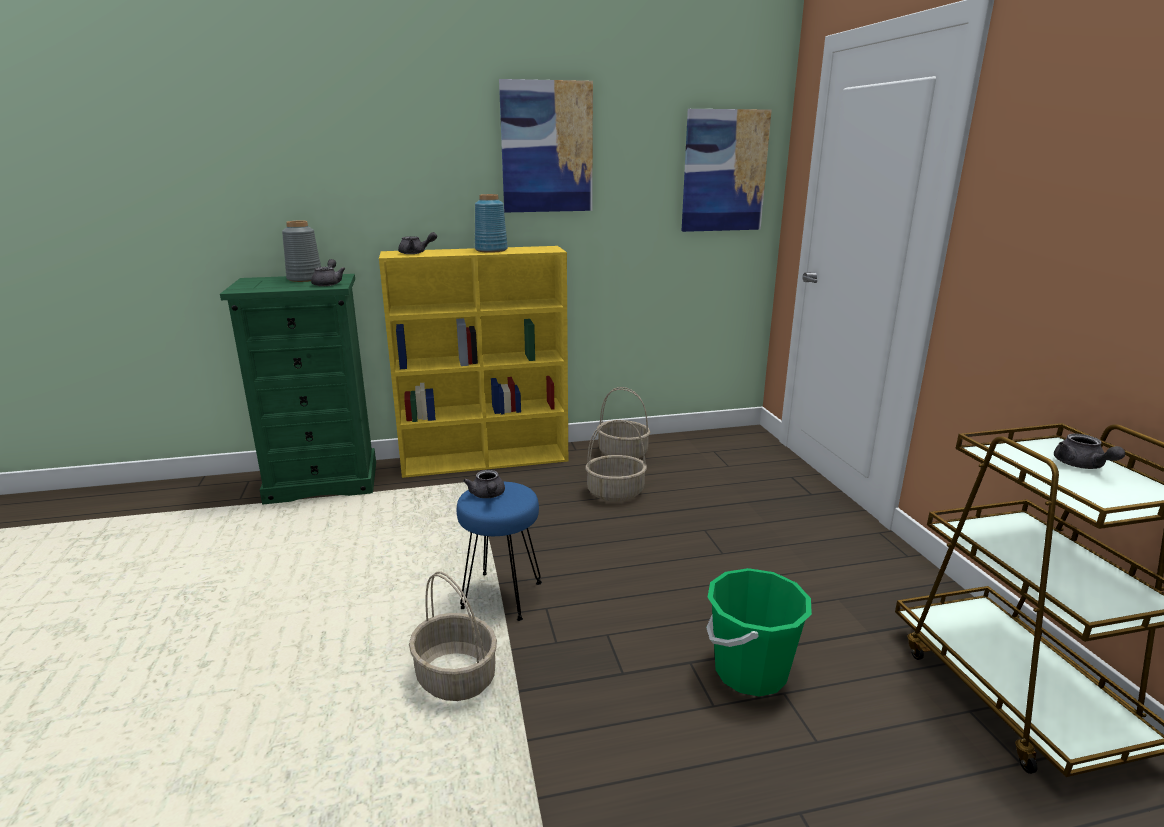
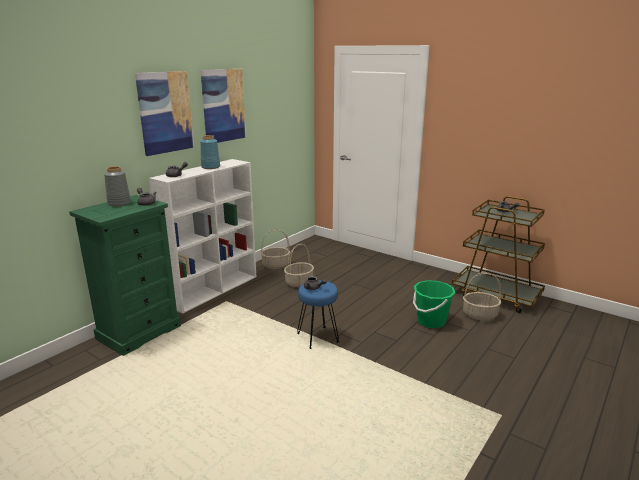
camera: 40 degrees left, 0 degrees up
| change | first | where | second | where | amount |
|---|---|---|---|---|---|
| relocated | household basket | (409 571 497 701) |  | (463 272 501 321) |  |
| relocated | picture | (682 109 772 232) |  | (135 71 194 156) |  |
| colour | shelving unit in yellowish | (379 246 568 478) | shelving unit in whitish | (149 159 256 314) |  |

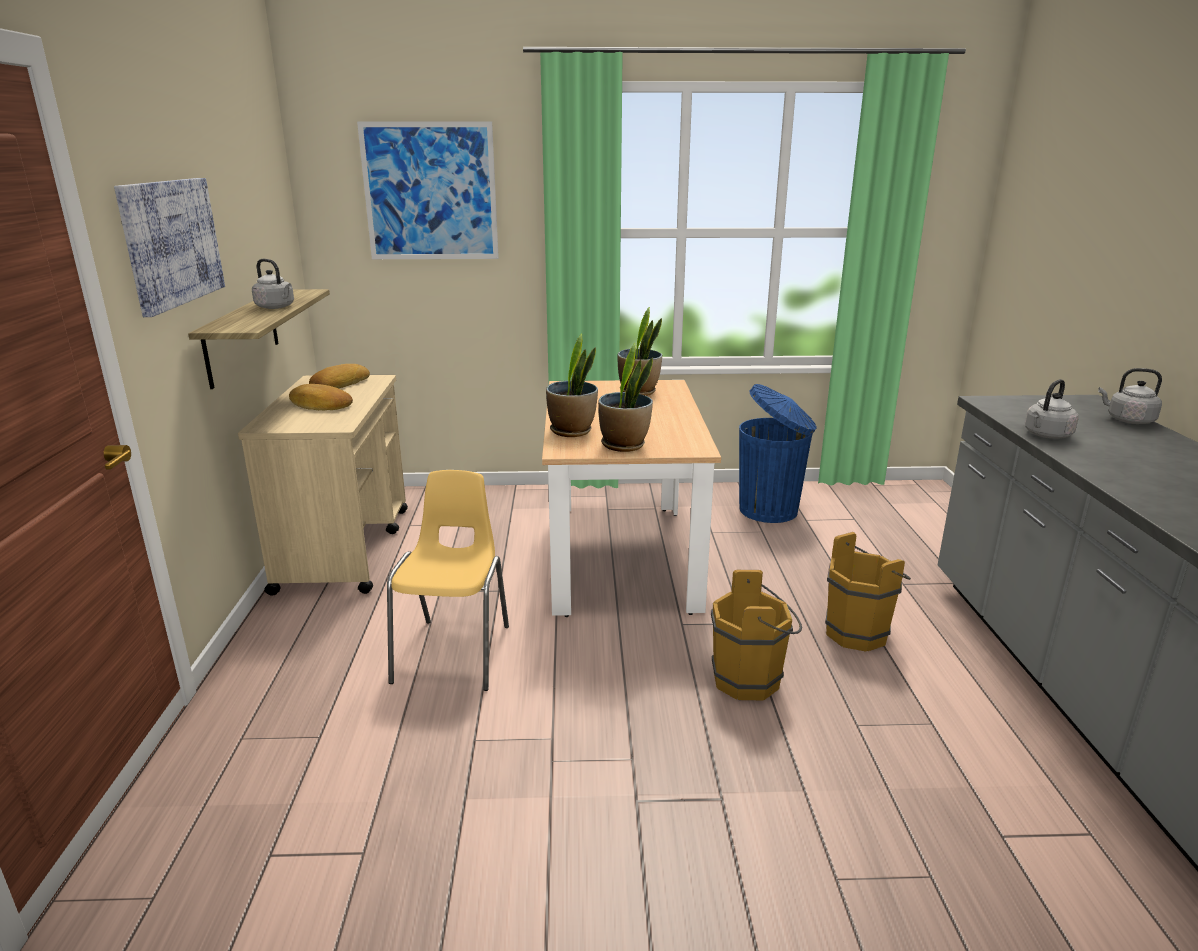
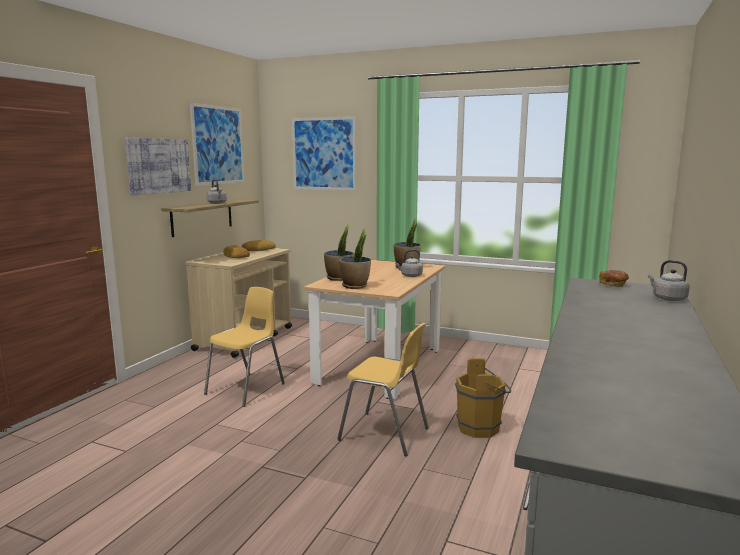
camera: 25 degrees right, 10 degrees down
| change | first | where | second | where | amount |
|---|---|---|---|---|---|
| missing | trash can in bluish | (739 384 817 523) |  |  |  |
| appeared |  |  | picture | (190 103 245 186) |  |
| appeared |  |  | baked bread | (599 270 629 287) |  |
| relocated | water kettle in greyish | (1025 379 1079 439) |  | (395 250 423 277) |  |
| exchanged | bucket in brown-coloured | (711 570 802 701) | plain chair in yellowish | (337 323 429 456) |  |

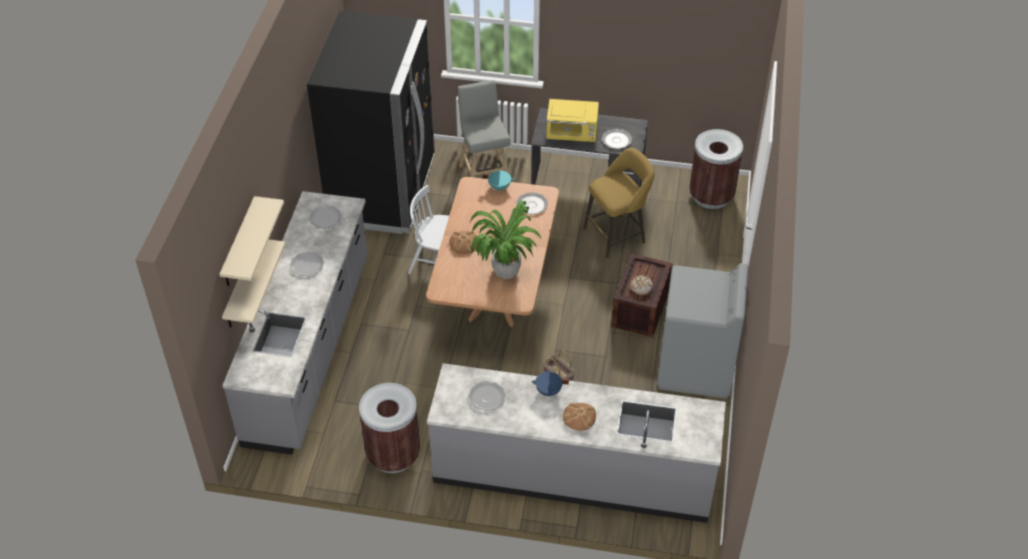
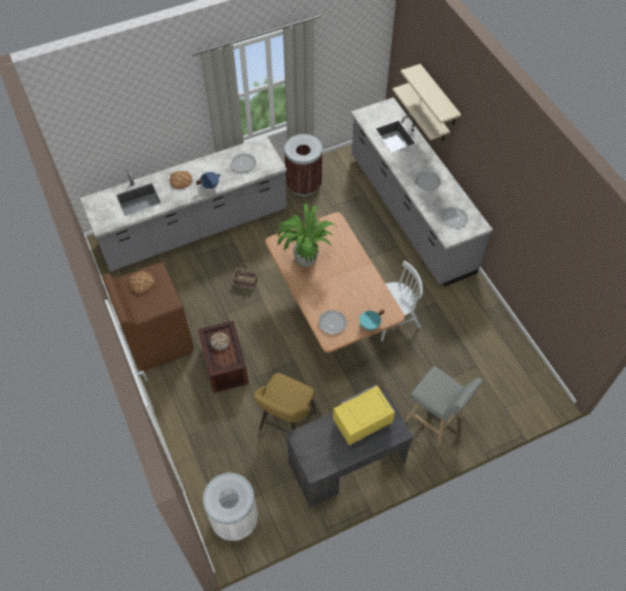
camera: 145 degrees right, 10 degrees up
| change | first | where | second | where | amount |
|---|---|---|---|---|---|
| missing | fridge in blackish | (307 11 435 234) |  |  |  |
| missing | dinner plate | (602 129 632 149) |  |  |  |
| relocated | baked bread | (449 231 478 254) |  | (129 271 155 294) |  |
| colour | laundry appliance in greyish | (657 263 749 399) | laundry appliance in brown-coloured | (102 262 194 371) |  |
| colour | trash can in brown-coloured | (689 129 743 209) | trash can in whitish | (203 473 258 541) |  |

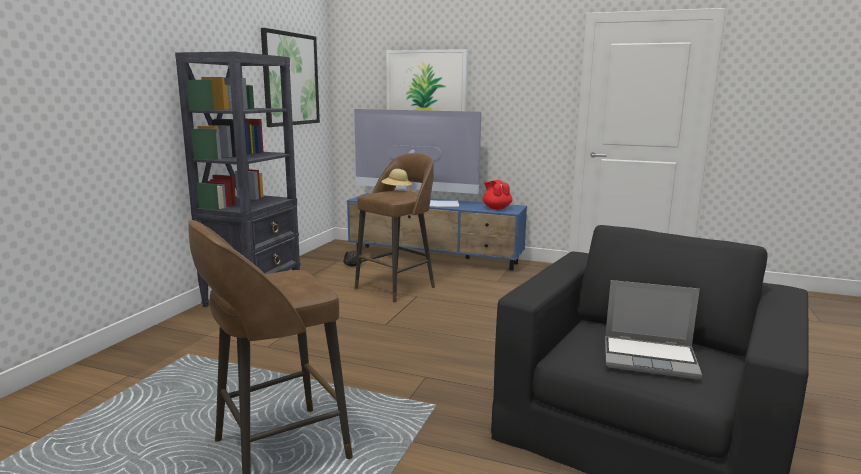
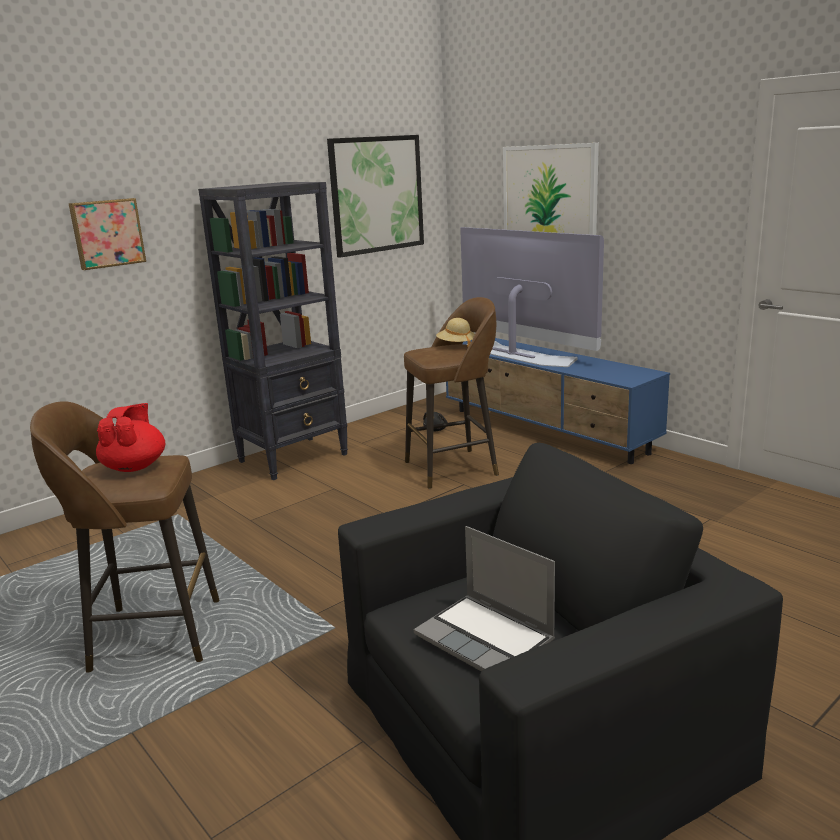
camera: 30 degrees right, 5 degrees up
| change | first | where | second | where | amount |
|---|---|---|---|---|---|
| appeared |  |  | picture | (68 198 146 270) |  |
| relocated | pot for tea in red | (483 180 513 210) |  | (96 403 166 472) |  |

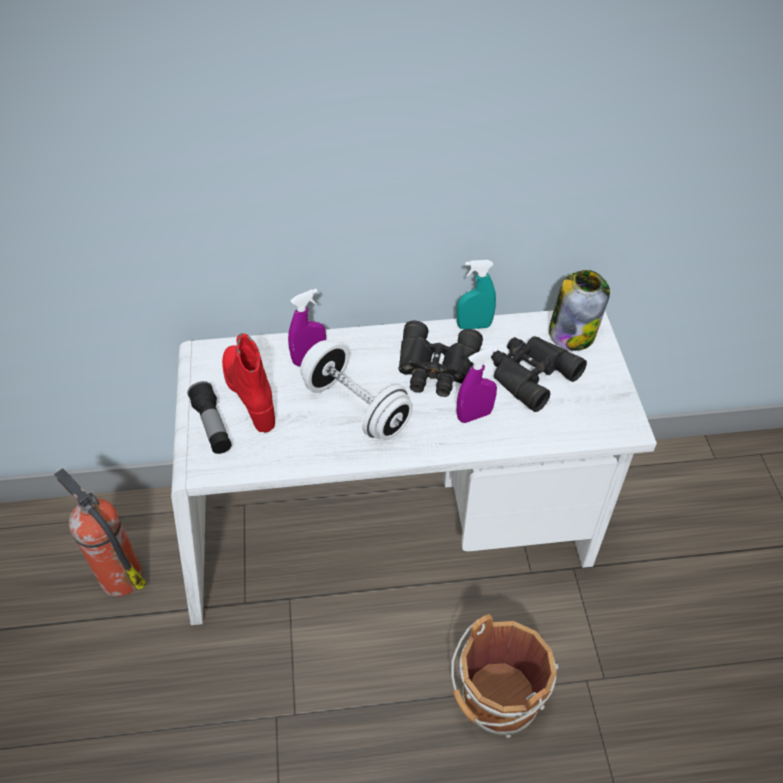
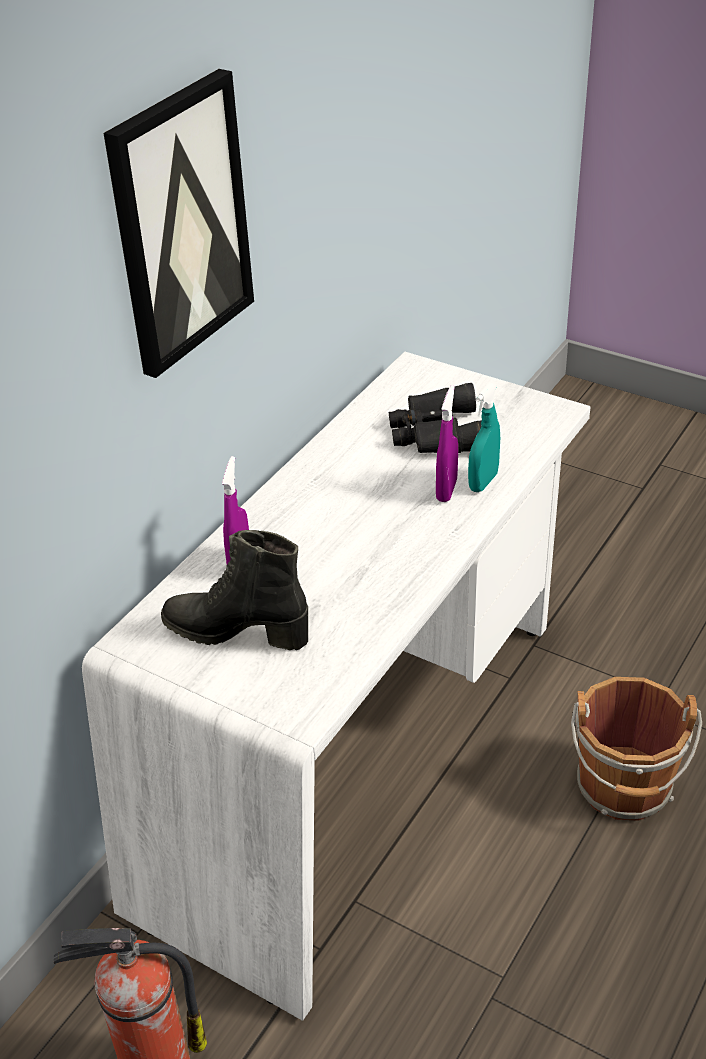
camera: 50 degrees left, 10 degrees down
| change | first | where | second | where | amount |
|---|---|---|---|---|---|
| missing | torch | (187 381 232 454) |  |  |  |
| missing | free weight in whitish | (300 340 413 440) |  |  |  |
| missing | pair of binoculars in blackish | (398 320 483 397) |  |  |  |
| missing | jar | (549 270 610 351) |  |  |  |
| appeared |  |  | picture | (103 69 254 378) |  |
| relocated | hand sprayer in turquoise | (457 260 496 329) |  | (468 383 500 492) |  |
| colour | boot in red | (222 333 275 433) | boot in blackish | (161 530 308 650) |  |

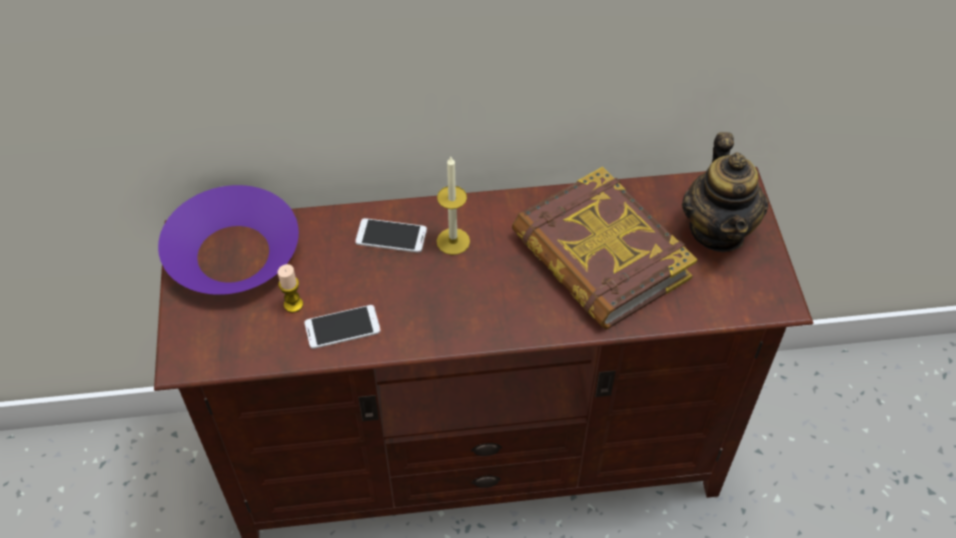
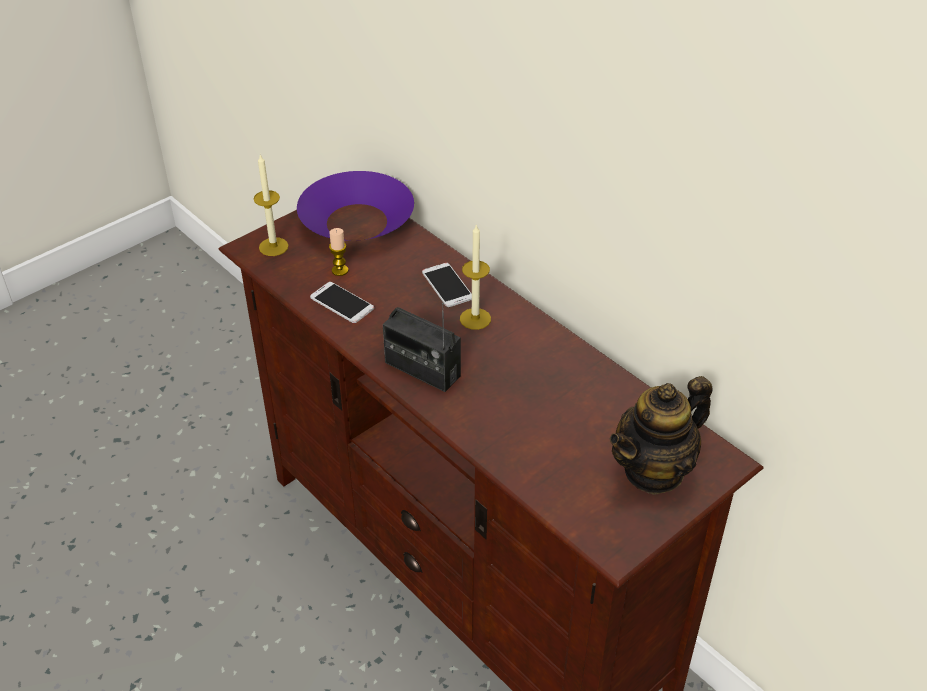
camera: 55 degrees right, 10 degrees down
| change | first | where | second | where | amount |
|---|---|---|---|---|---|
| missing | bound book | (512 167 697 330) |  |  |  |
| appeared |  |  | wax candle | (254 154 289 256) |  |
| appeared |  |  | radio receiver | (383 303 461 392) |  |

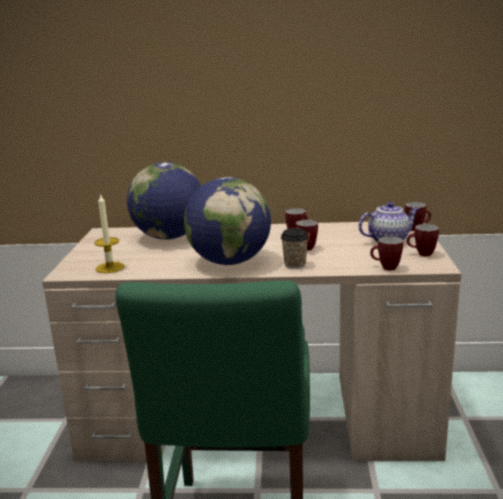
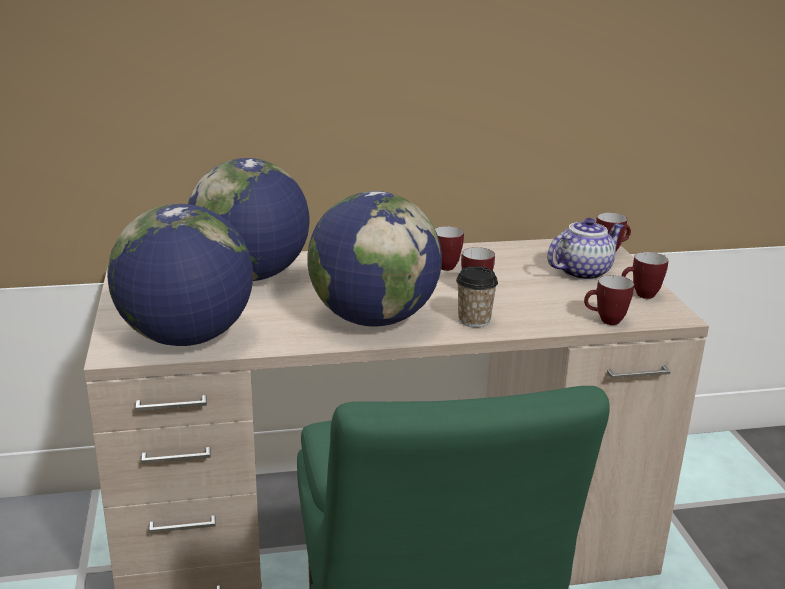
camera: 15 degrees left, 5 degrees up
| change | first | where | second | where | amount |
|---|---|---|---|---|---|
| exchanged | wax candle | (94 193 124 273) | world globe | (107 204 253 346) |  |

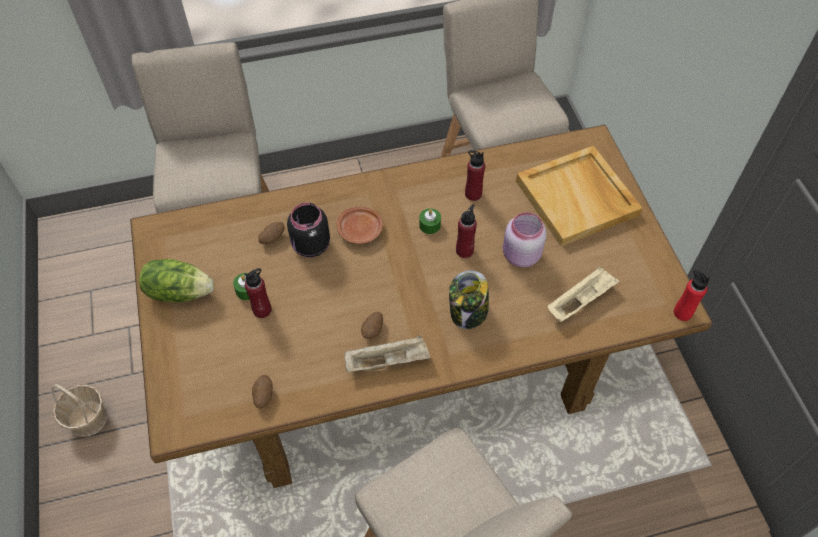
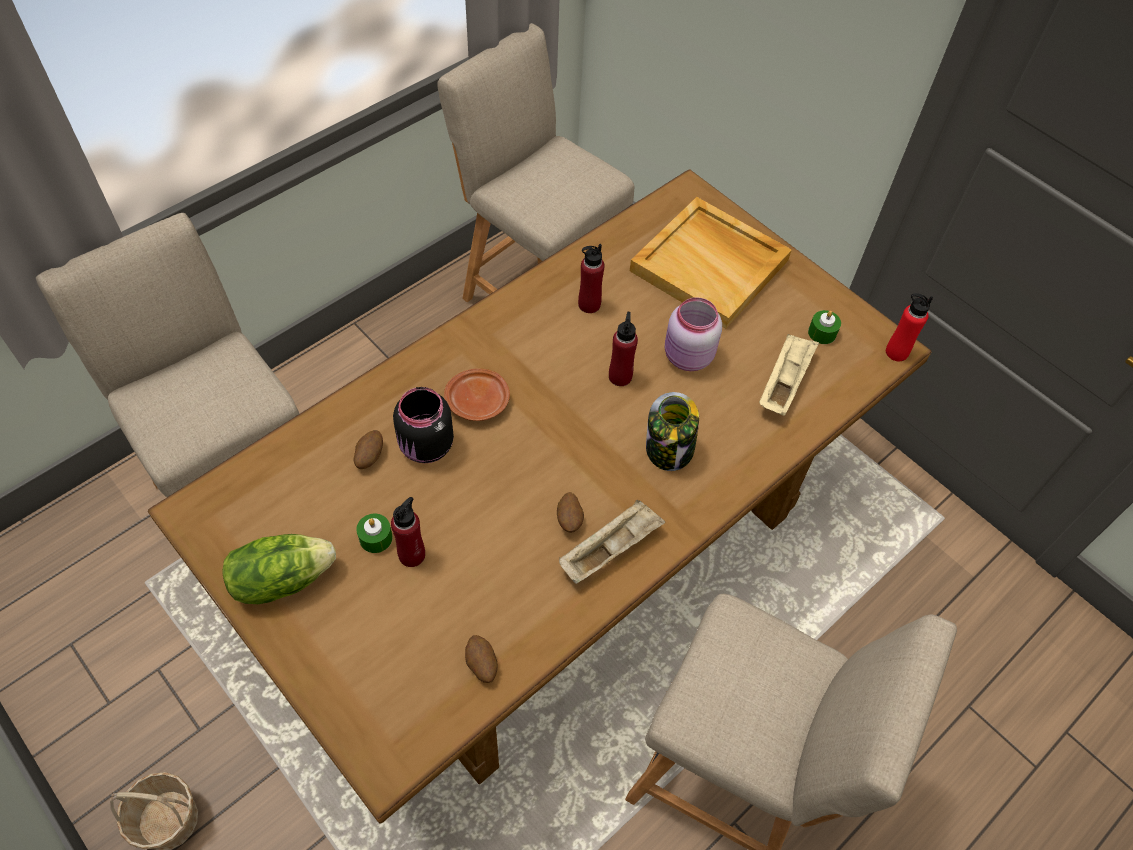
camera: 30 degrees left, 0 degrees up
| change | first | where | second | where | amount |
|---|---|---|---|---|---|
| relocated | wax candle in green | (419 208 441 234) |  | (808 310 841 344) |  |

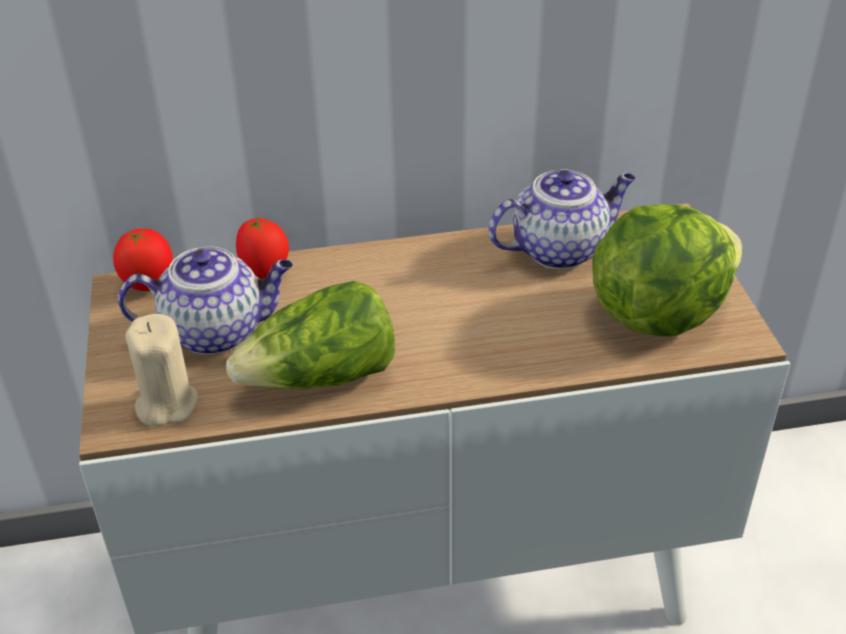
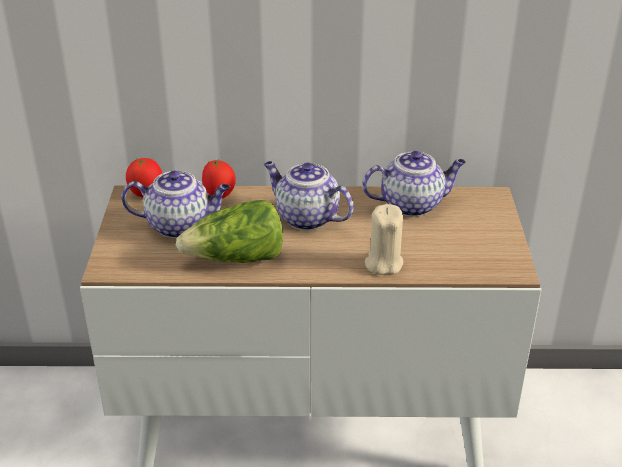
camera: 10 degrees right, 5 degrees down
| change | first | where | second | where | amount |
|---|---|---|---|---|---|
| missing | lettuce head | (592 204 742 336) |  |  |  |
| appeared |  |  | pot for tea | (264 161 354 231) |  |
| relocated | wax candle in sand-coloured | (125 314 198 427) |  | (365 204 403 275) |  |

